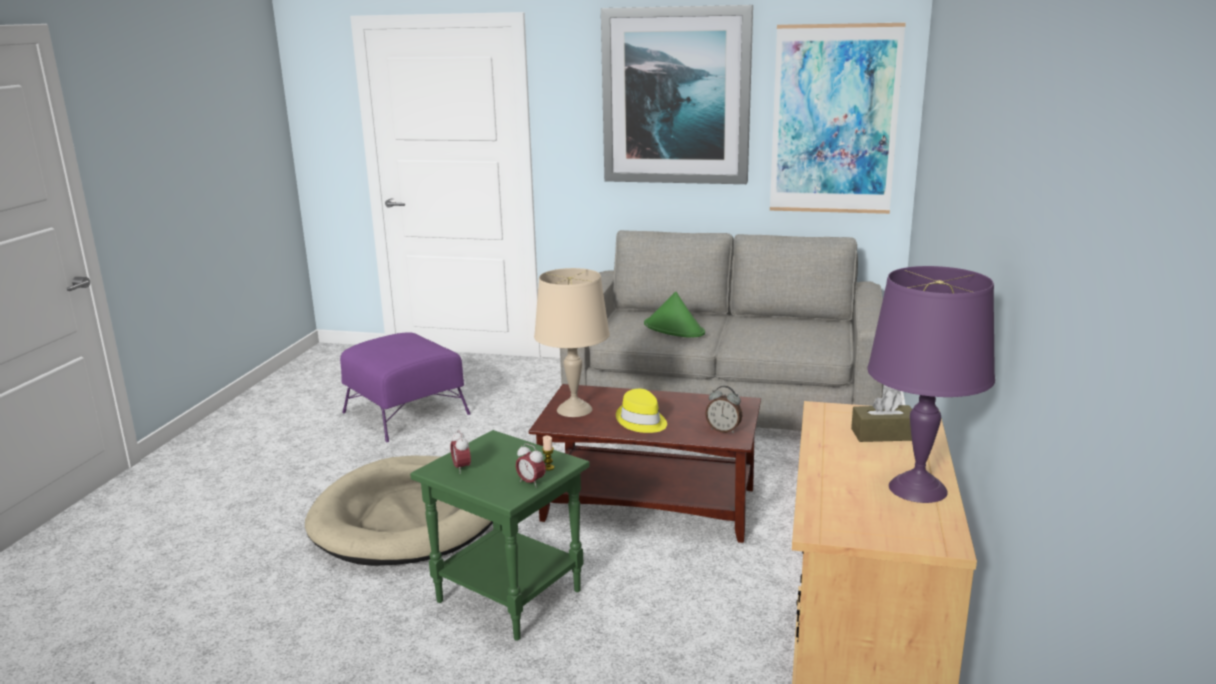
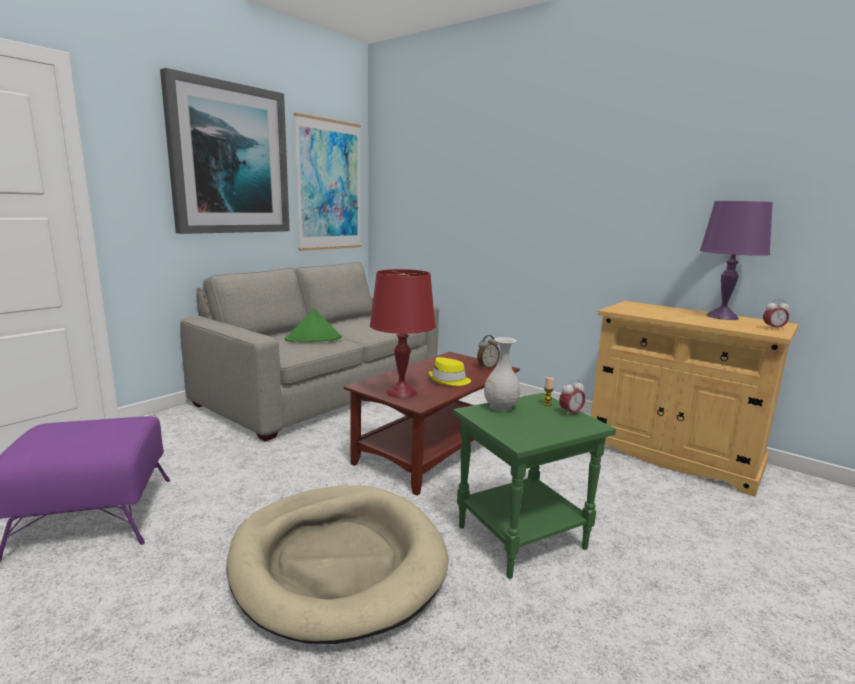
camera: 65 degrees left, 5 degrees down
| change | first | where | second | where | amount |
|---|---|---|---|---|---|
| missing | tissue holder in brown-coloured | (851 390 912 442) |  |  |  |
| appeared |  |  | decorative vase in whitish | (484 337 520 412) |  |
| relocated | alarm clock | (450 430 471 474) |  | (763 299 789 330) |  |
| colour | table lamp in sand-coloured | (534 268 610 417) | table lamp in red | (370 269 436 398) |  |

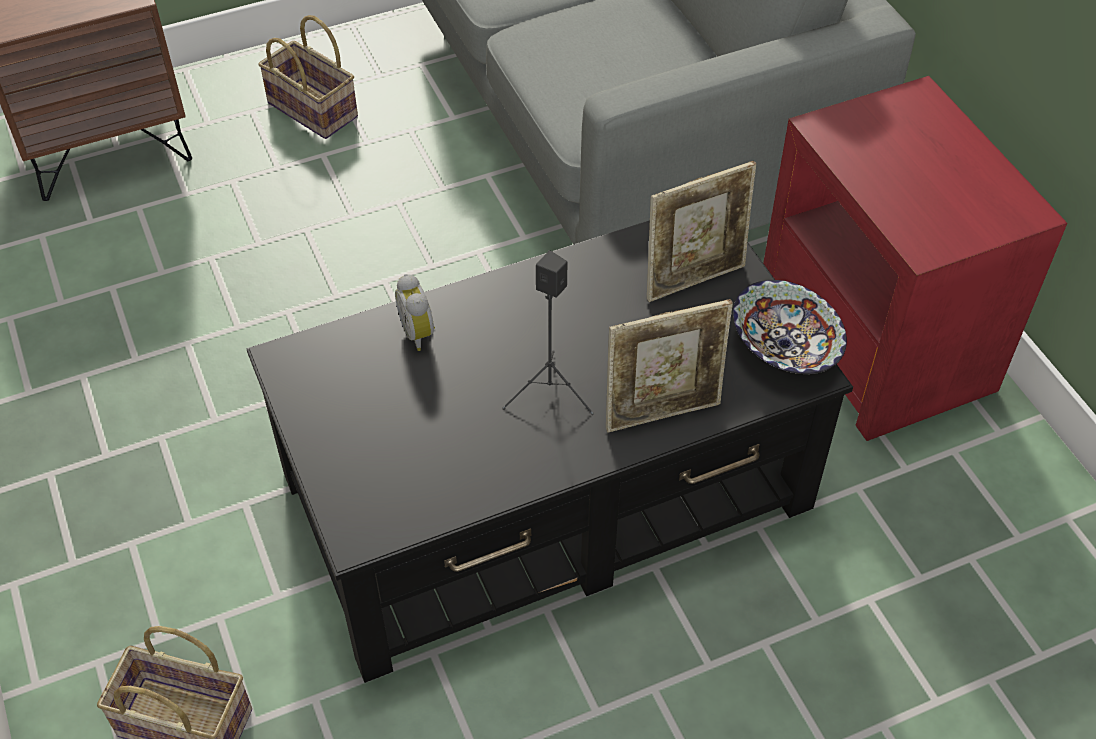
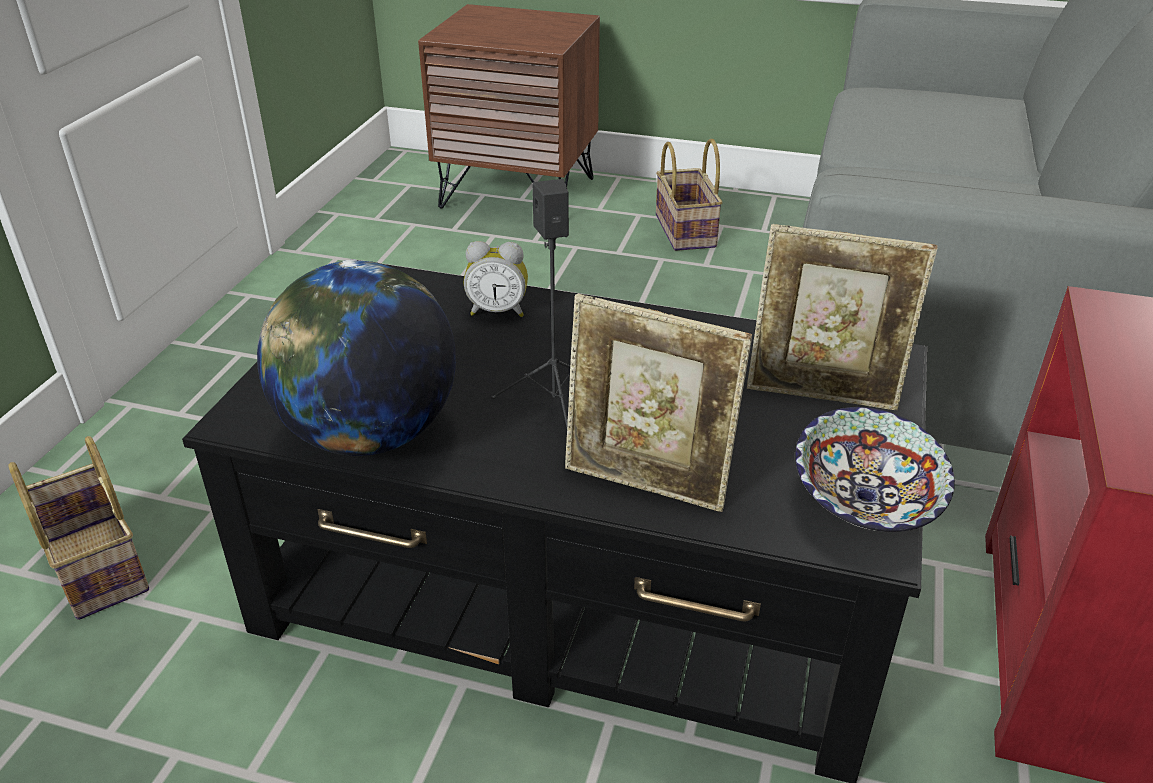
camera: 40 degrees right, 15 degrees down
| change | first | where | second | where | amount |
|---|---|---|---|---|---|
| appeared |  |  | world globe | (257 259 456 456) |  |
| spun | alarm clock | (395 274 435 351) |  | (464 241 528 317) | 105 degrees counterclockwise |

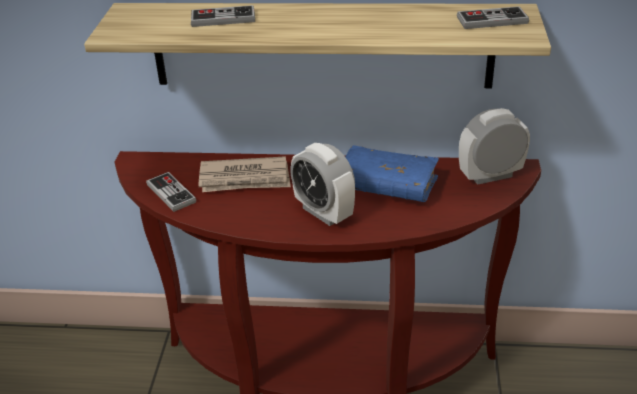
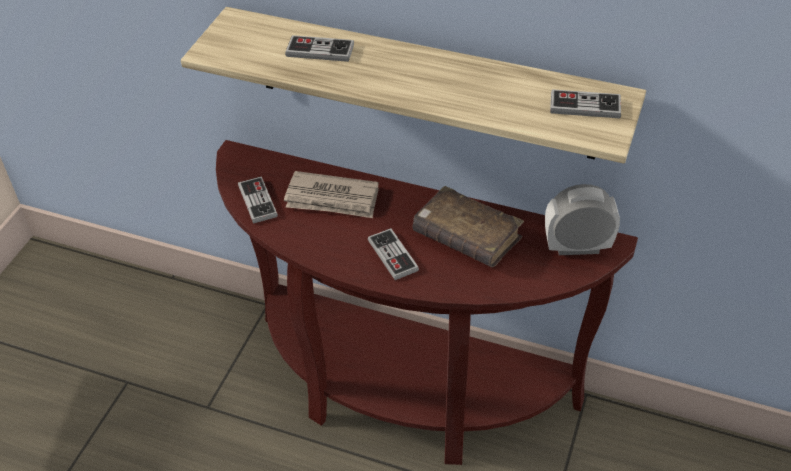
camera: 15 degrees right, 10 degrees up
| change | first | where | second | where | amount |
|---|---|---|---|---|---|
| exchanged | alarm clock | (290 143 355 226) | joypad | (368 228 419 280) |  |
| colour | bound book in bluish | (345 145 439 202) | bound book in brown-coloured | (412 186 524 267) |  |

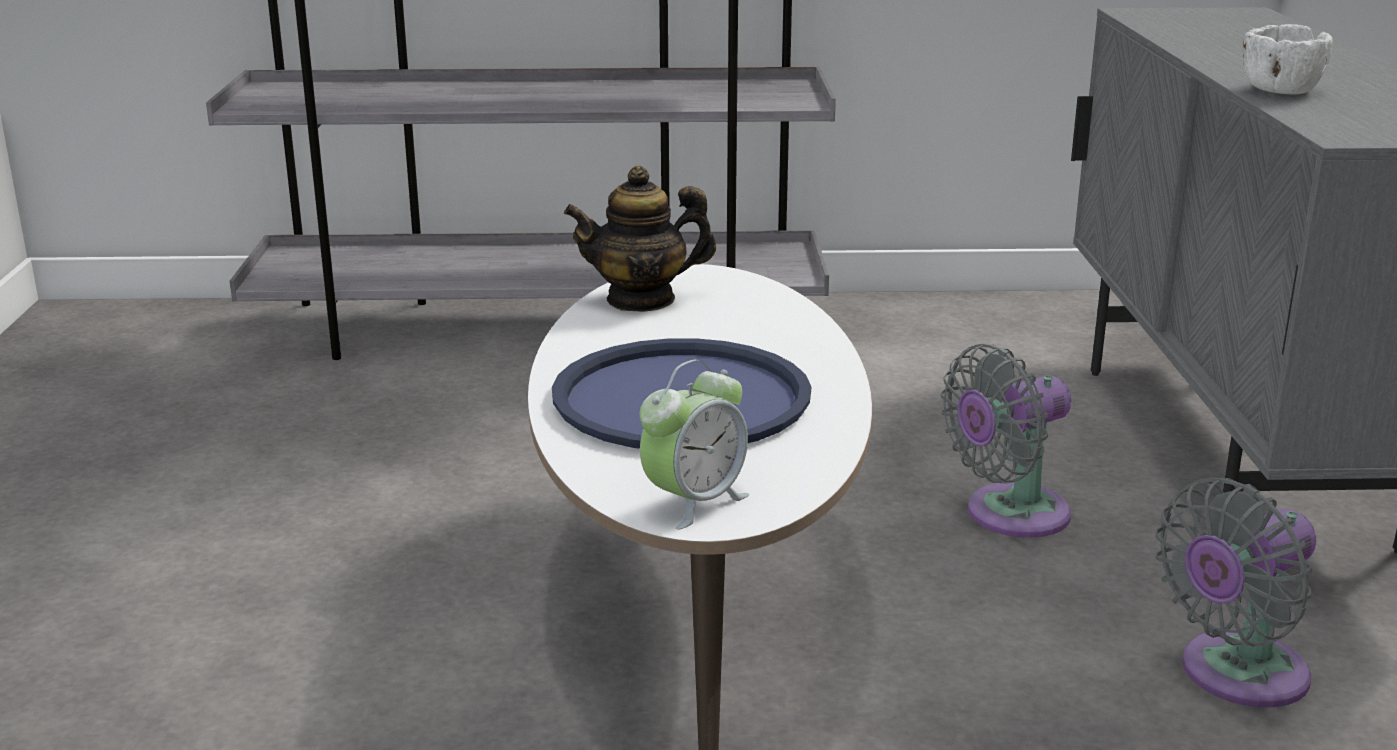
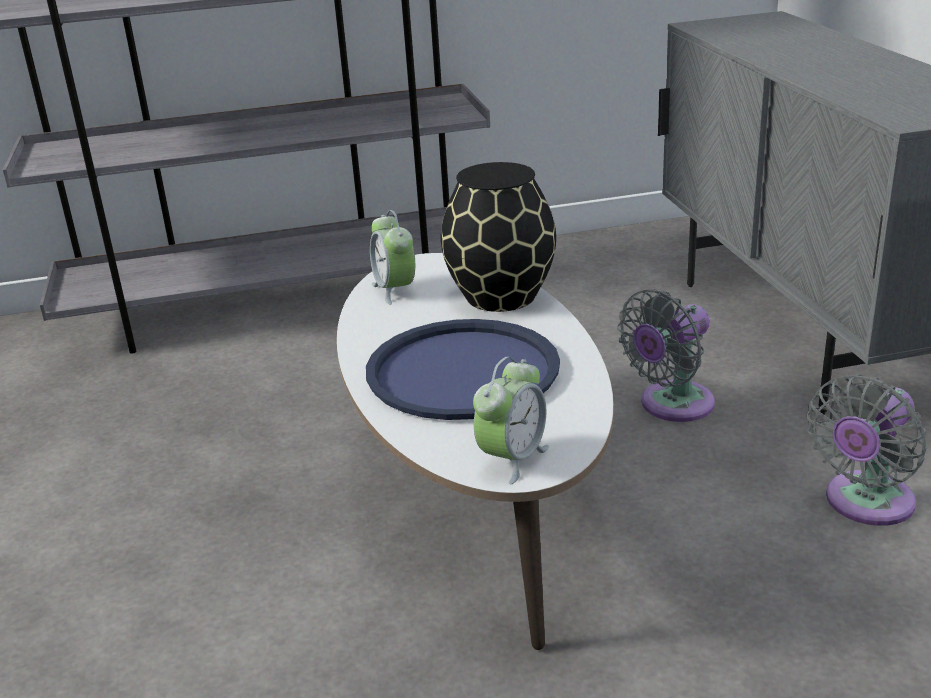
camera: 10 degrees left, 5 degrees up
| change | first | where | second | where | amount |
|---|---|---|---|---|---|
| missing | bowl in whitish | (1243 24 1332 94) |  |  |  |
| appeared |  |  | decorative vase in blackish | (441 162 556 312) |  |
| exchanged | pot for tea | (564 166 716 312) | alarm clock | (370 210 415 304) |  |

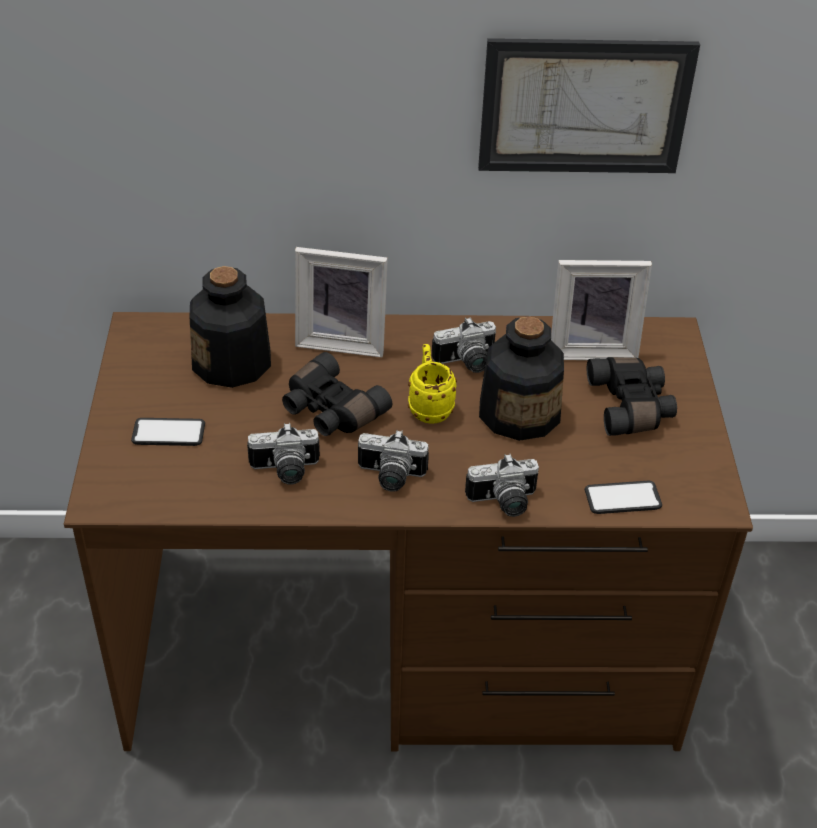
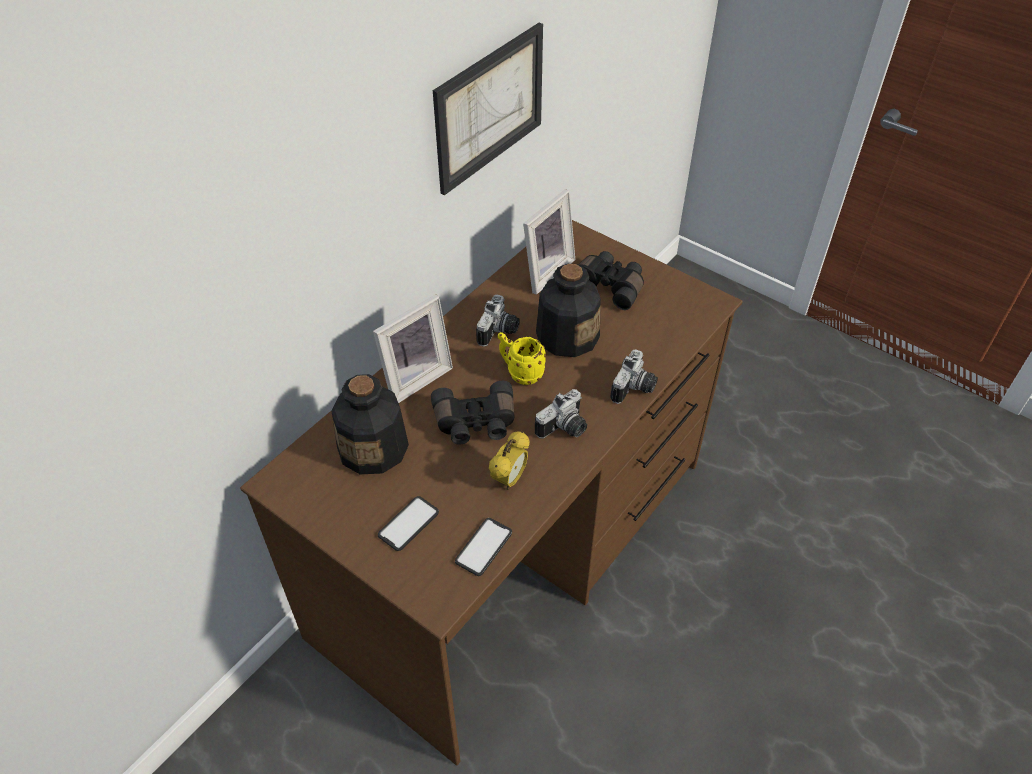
camera: 50 degrees left, 5 degrees up
| change | first | where | second | where | amount |
|---|---|---|---|---|---|
| relocated | telephone | (585 481 662 514) |  | (455 518 512 576) |  |
| exchanged | still camera | (247 423 320 485) | alarm clock | (489 431 530 490) |  |

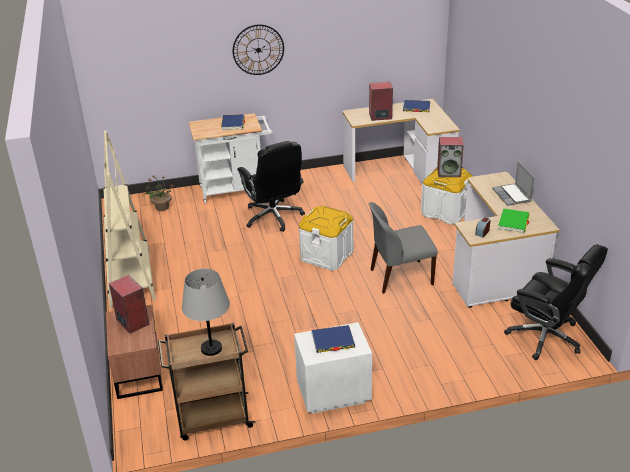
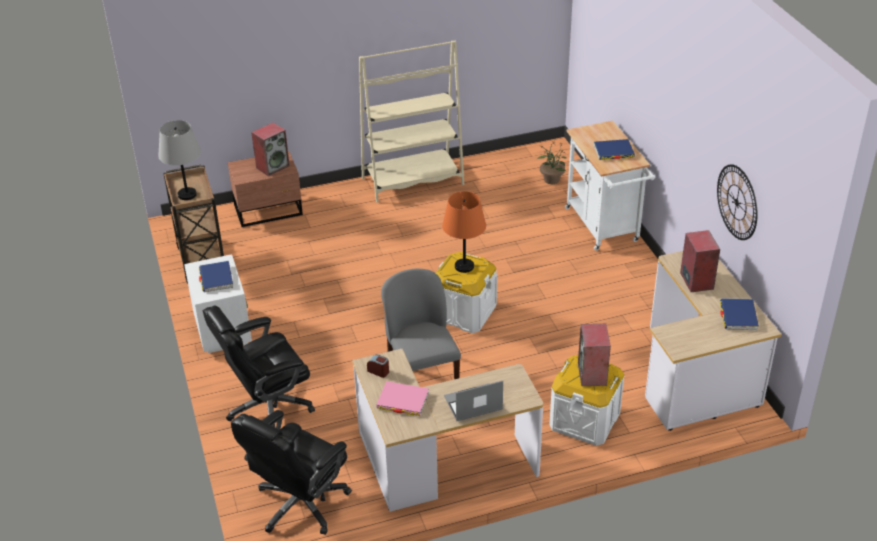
camera: 85 degrees right, 5 degrees up
| change | first | where | second | where | amount |
|---|---|---|---|---|---|
| appeared |  |  | table lamp in orangey | (442 191 486 273) |  |
| relocated | clock on the wall | (233 24 284 75) |  | (717 164 758 240) |  |
| relocated | desk chair in blackish | (237 141 305 232) |  | (203 306 315 427) |  |
| colour | bound book in green | (498 209 530 233) | bound book in pink-coloured | (376 381 429 416) |  |

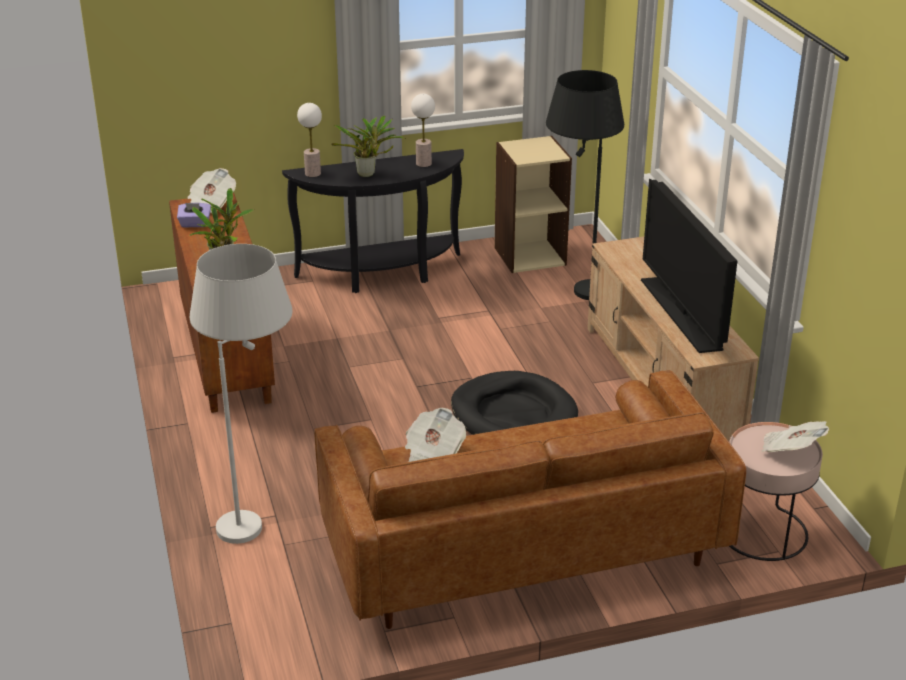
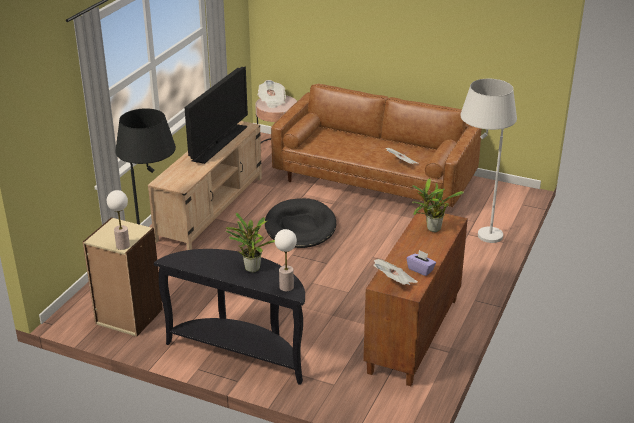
camera: 140 degrees left, 0 degrees up
| change | first | where | second | where | amount |
|---|---|---|---|---|---|
| relocated | table lamp | (411 94 435 167) |  | (107 190 130 250) |  |

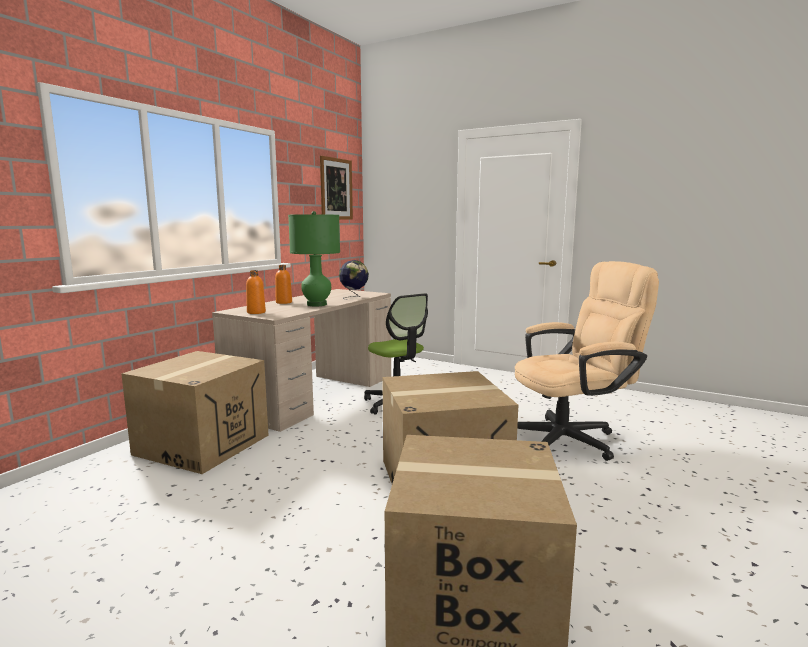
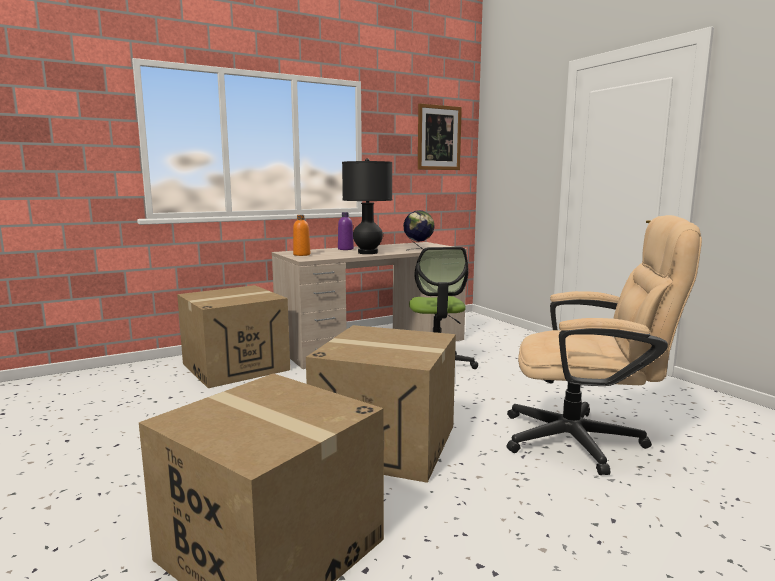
camera: 30 degrees right, 0 degrees up
| change | first | where | second | where | amount |
|---|---|---|---|---|---|
| colour | drink bottle in orangey | (275 265 292 304) | drink bottle in purplish | (338 212 354 250) |  |
| colour | table lamp in green | (288 211 340 306) | table lamp in blackish | (342 158 392 254) |  |

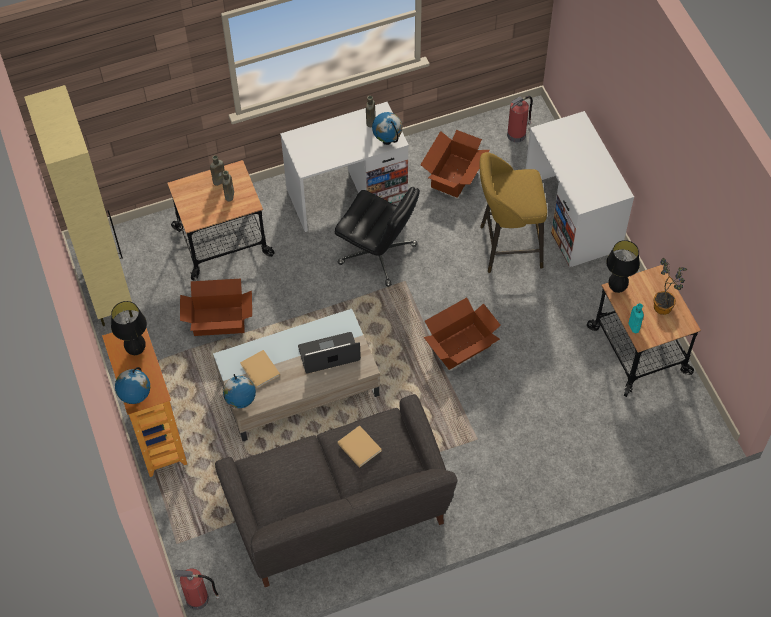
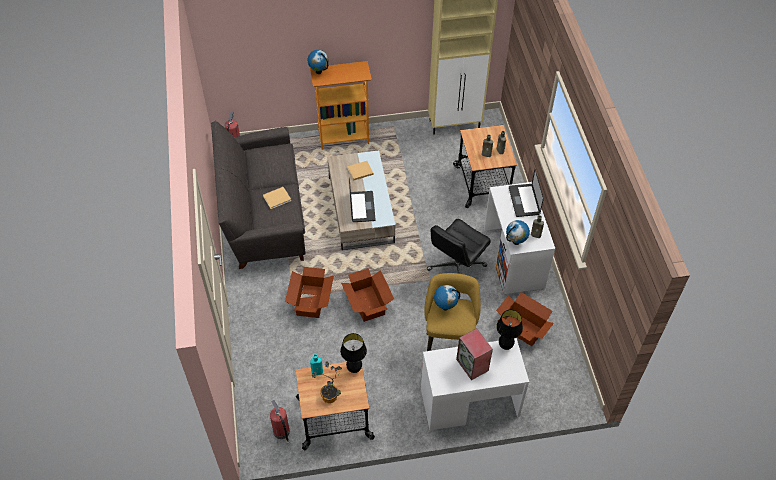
camera: 100 degrees right, 5 degrees down
| change | first | where | second | where | amount |
|---|---|---|---|---|---|
| appeared |  |  | audio speaker | (456 328 493 380) |  |
| appeared |  |  | notebook computer | (509 169 544 217) |  |
| relocated | table lamp in blackish | (111 301 147 355) |  | (496 310 523 350) |  |
| relocated | carton | (180 279 252 336) |  | (285 267 334 318) |  |
| relocated | world globe | (223 374 256 408) |  | (434 285 460 310) |  |
| relocated | fire-fighting cylinder | (507 96 533 143) |  | (270 400 290 444) |  |

